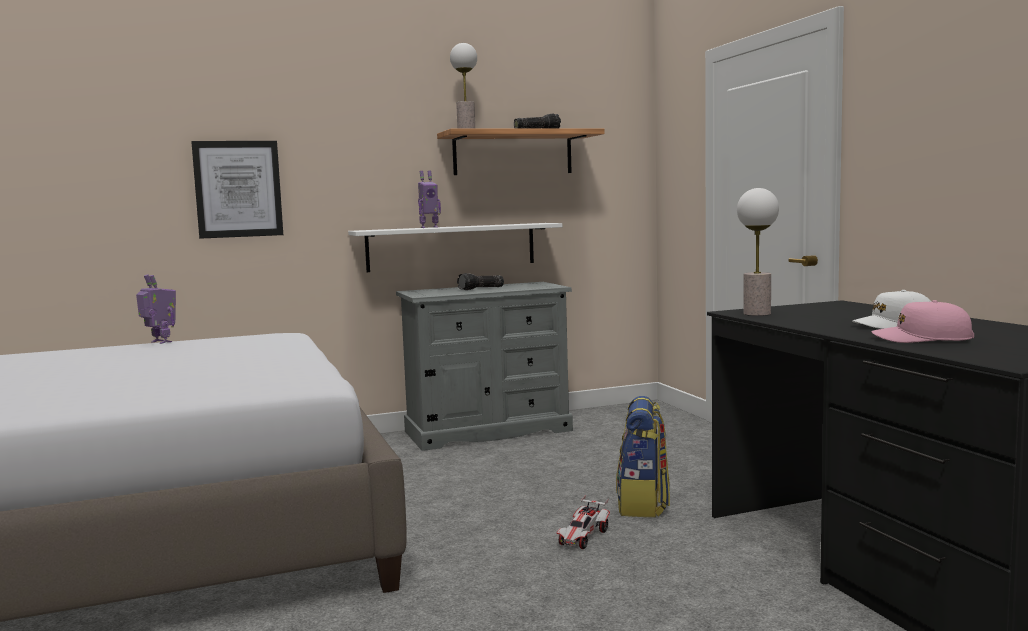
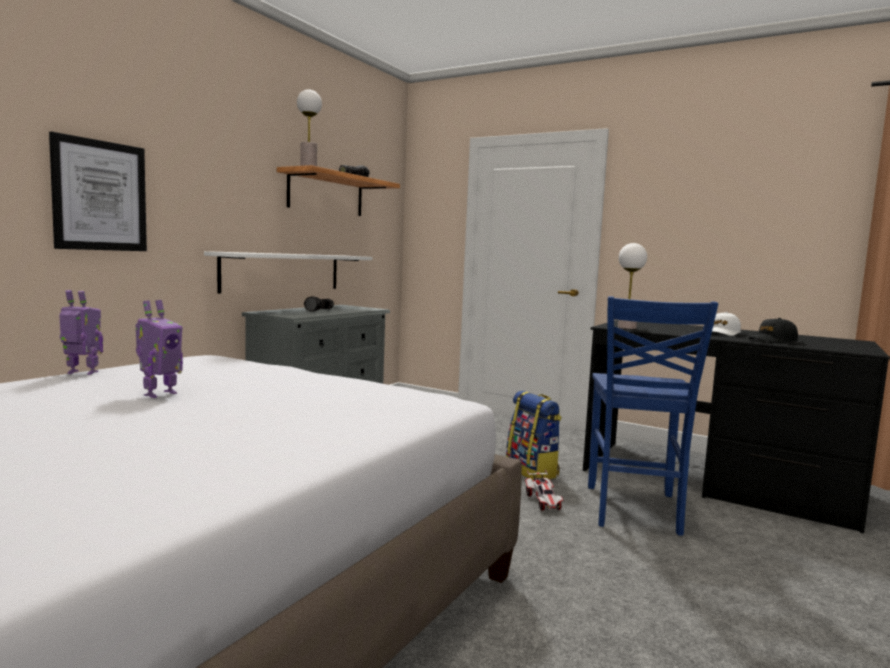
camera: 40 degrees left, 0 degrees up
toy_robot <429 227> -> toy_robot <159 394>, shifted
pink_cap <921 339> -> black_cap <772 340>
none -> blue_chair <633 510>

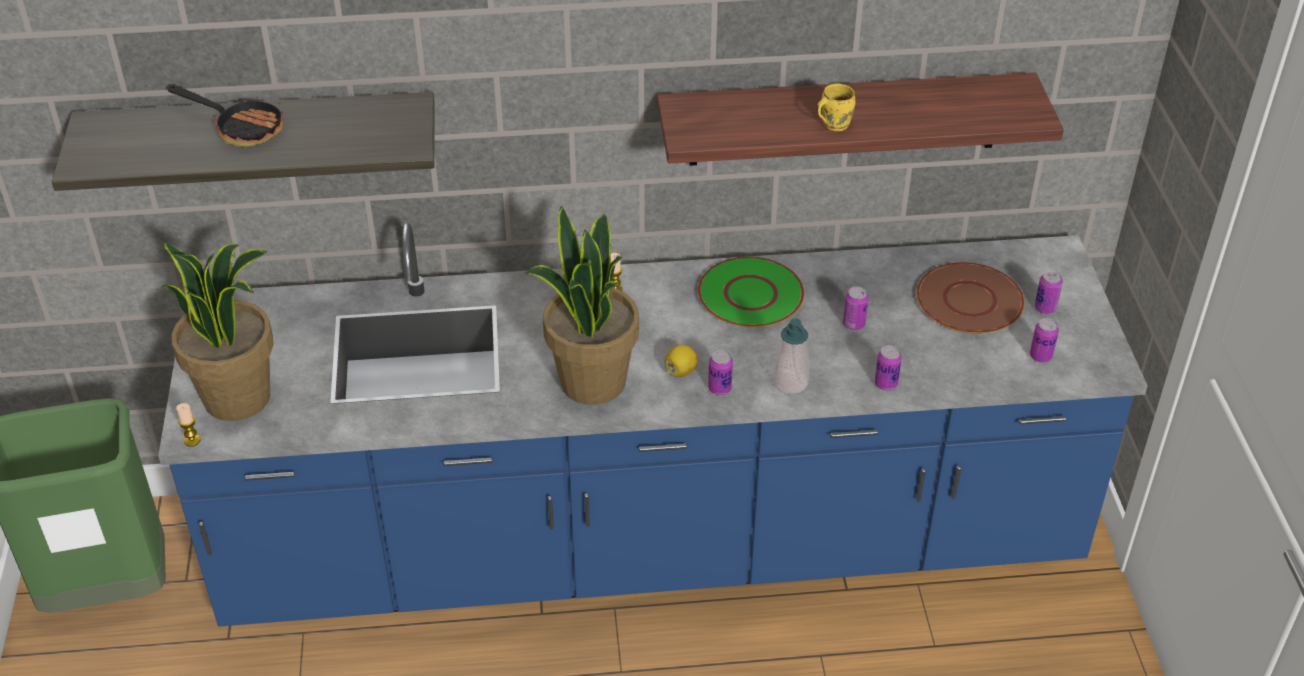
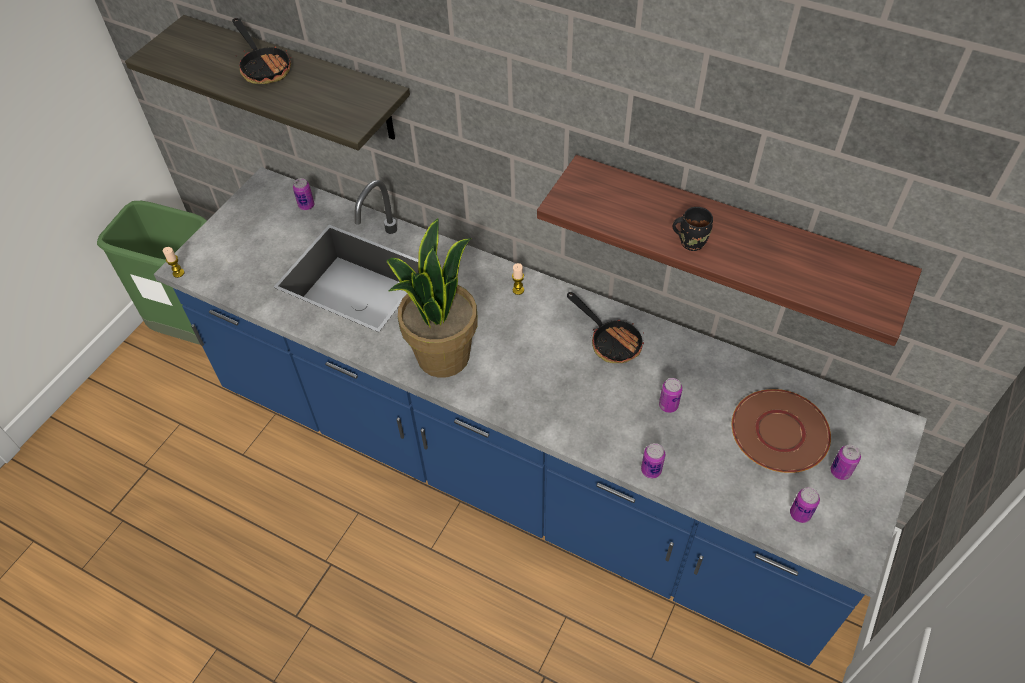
camera: 35 degrees right, 10 degrees up
potted_plant <238 397> -> none
lemon <681 371> -> none
green_plate <750 294> -> frying_pan <610 340>
can <719 388> -> can <306 205>, shifted
soap_dispenser <790 383> -> none
yellow_mug <833 124> -> black_mug <690 241>

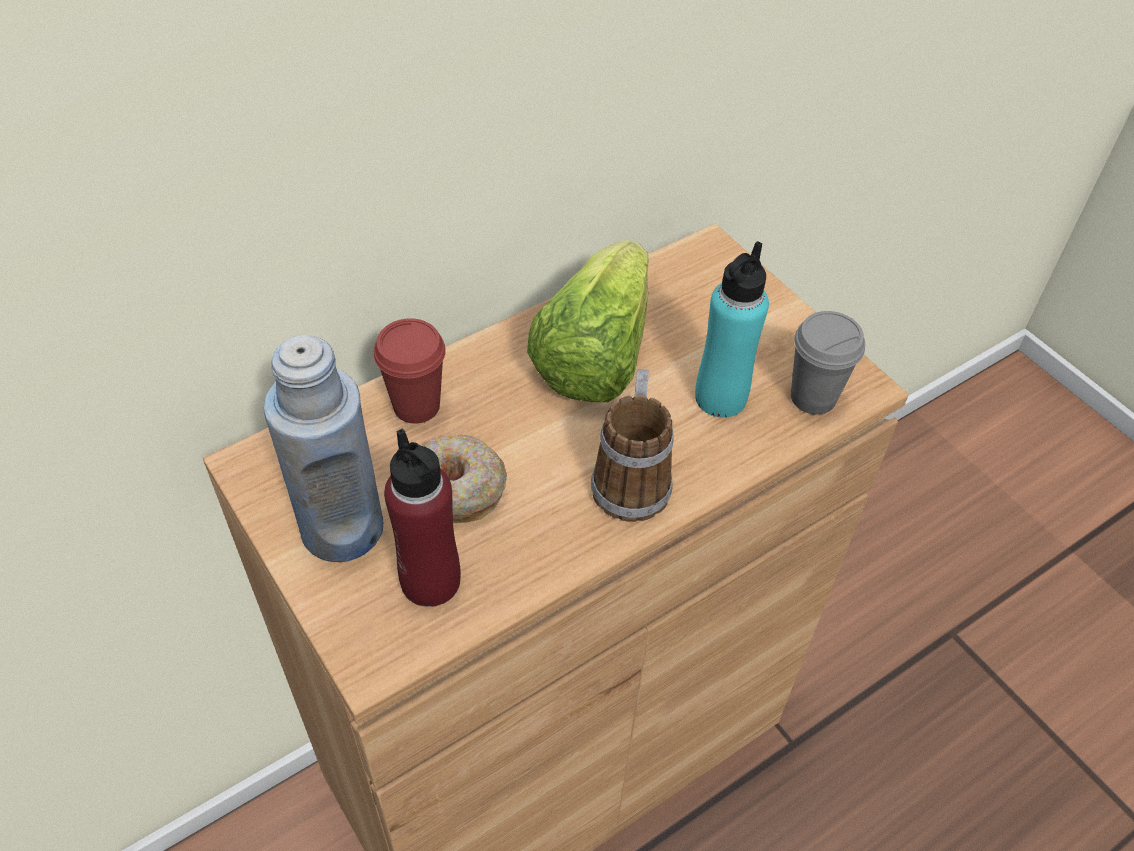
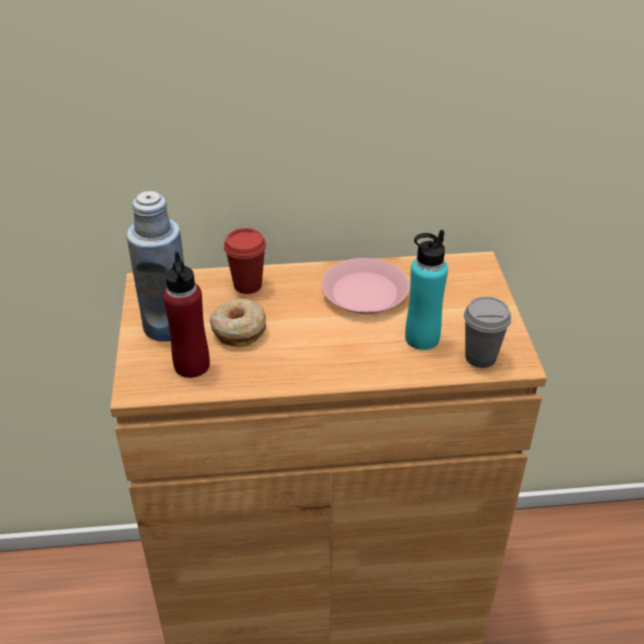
camera: 30 degrees right, 10 degrees down
lettuce <594 355> -> pink_plate <364 293>
mug <632 476> -> none

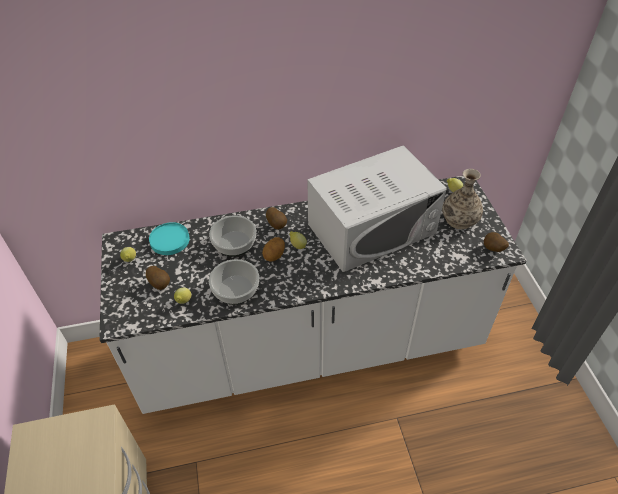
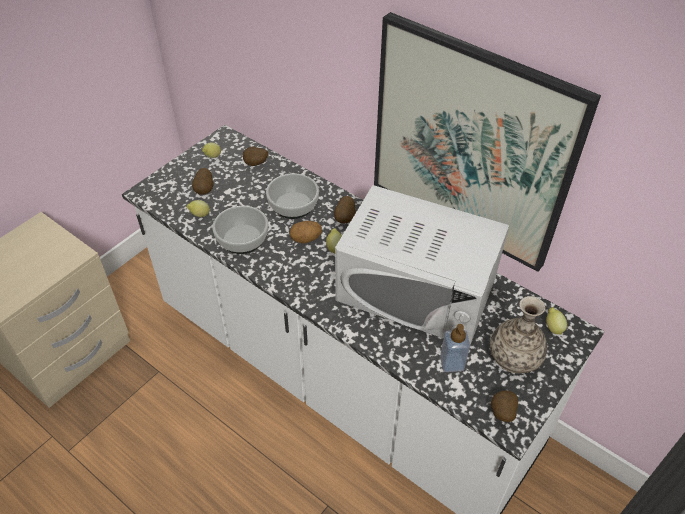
camera: 50 degrees right, 0 degrees up
turquoise_plate <169 240> -> potato <255 164>
none -> picture <470 145>
none -> soap_dispenser <452 363>

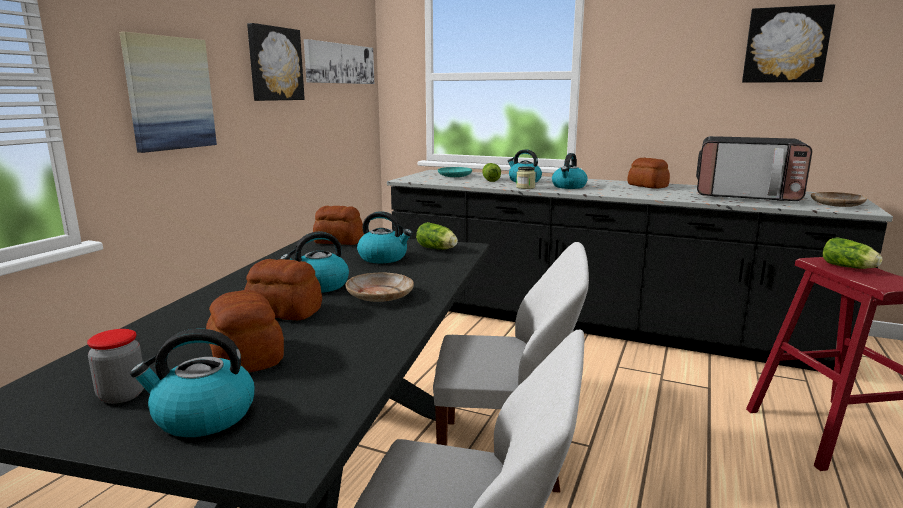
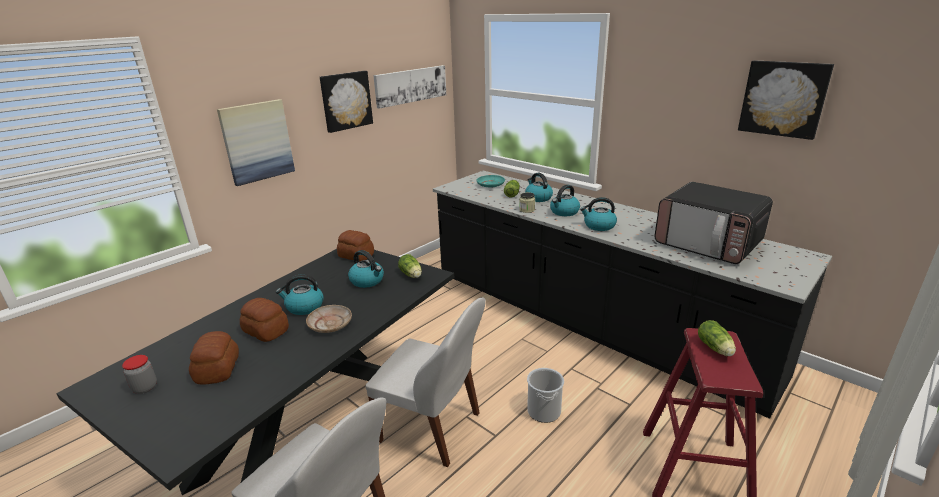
camera: 20 degrees right, 10 degrees up
kettle <203 416> -> kettle <599 226>, shifted
bread <647 186> -> none
beige_plate <837 205> -> none
none -> bucket <544 411>

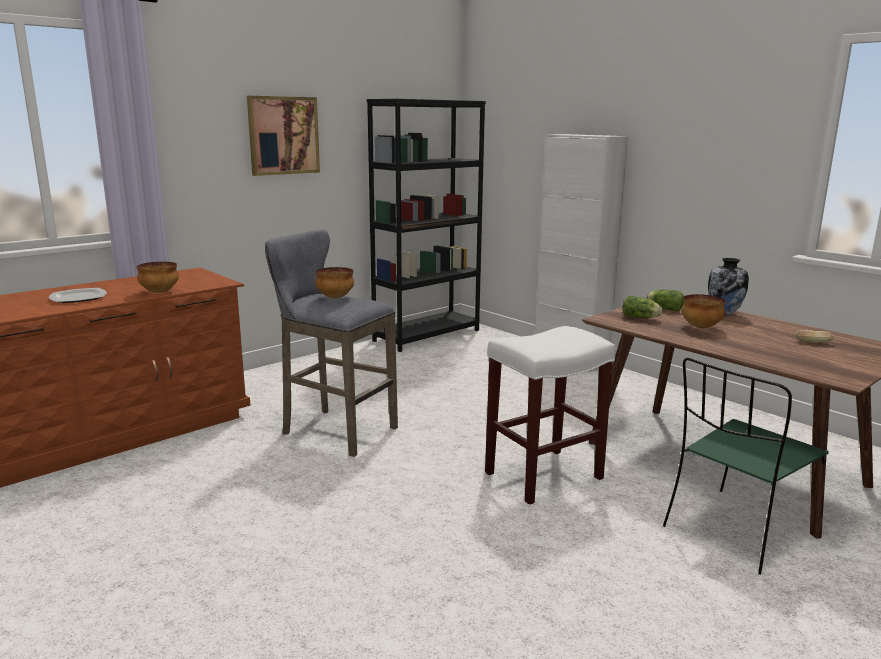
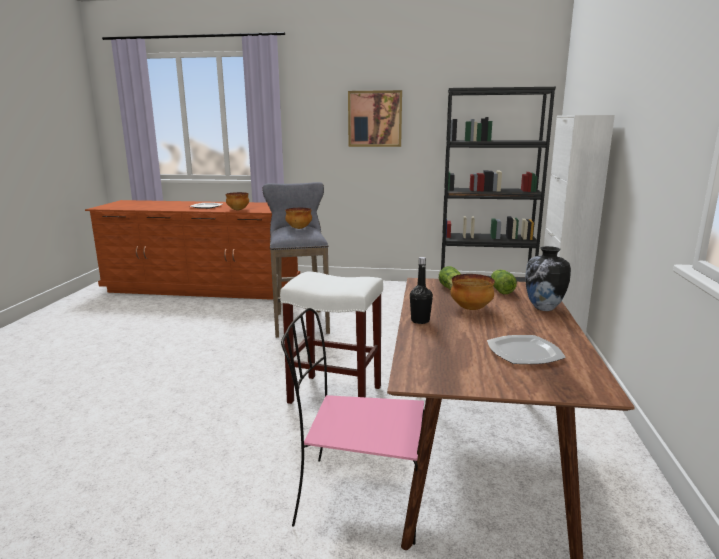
camera: 50 degrees right, 0 degrees up
green_chair <736 531> -> pink_chair <357 498>
bread <813 342> -> plate <525 352>
none -> black_bottle <420 321>

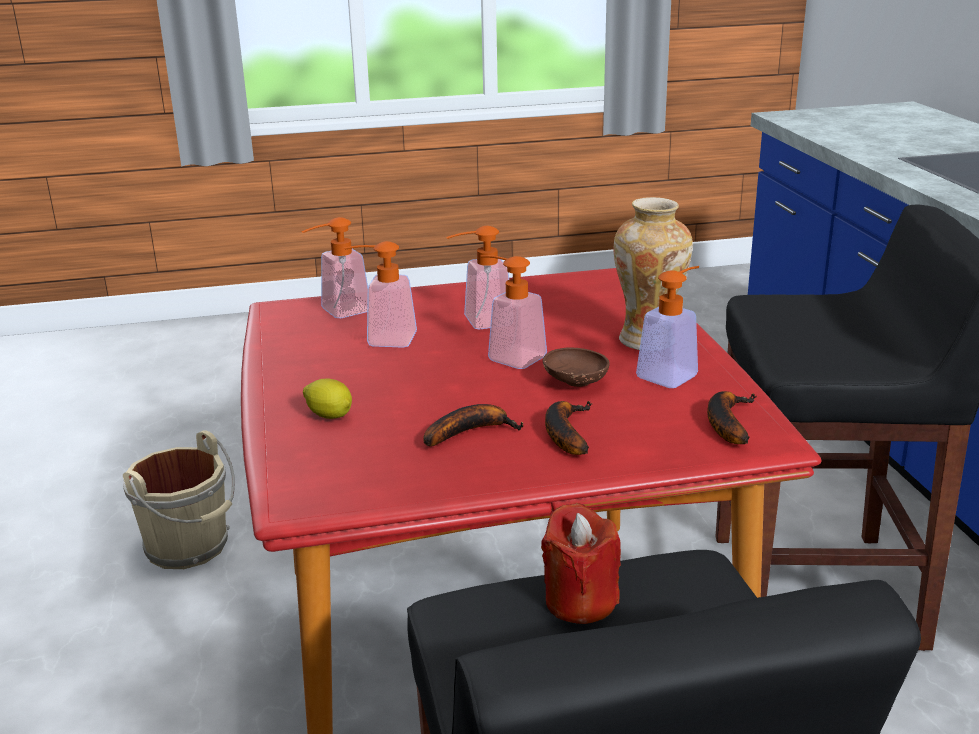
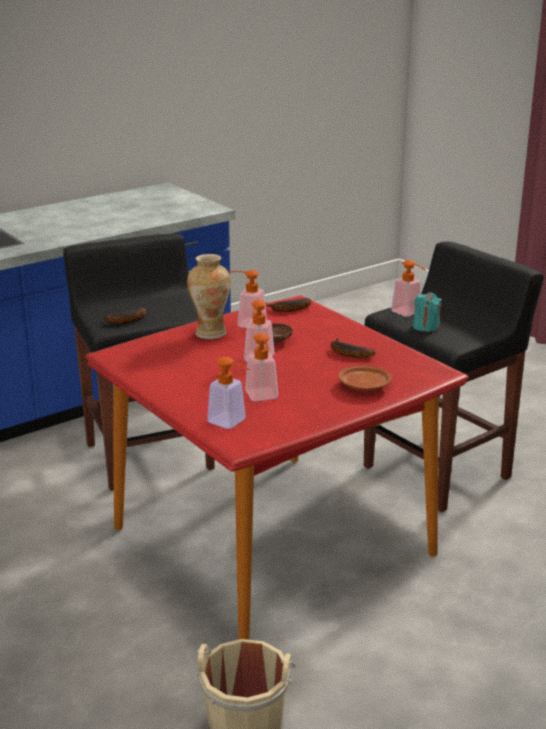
camera: 115 degrees left, 0 degrees up
lemon <330 416> -> brown_plate <365 386>
soap_dispenser <479 322> -> soap_dispenser <410 313>, shifted
red_candle <580 601> -> turquoise_candle <425 327>
banana <564 432> -> banana <124 321>, shifted

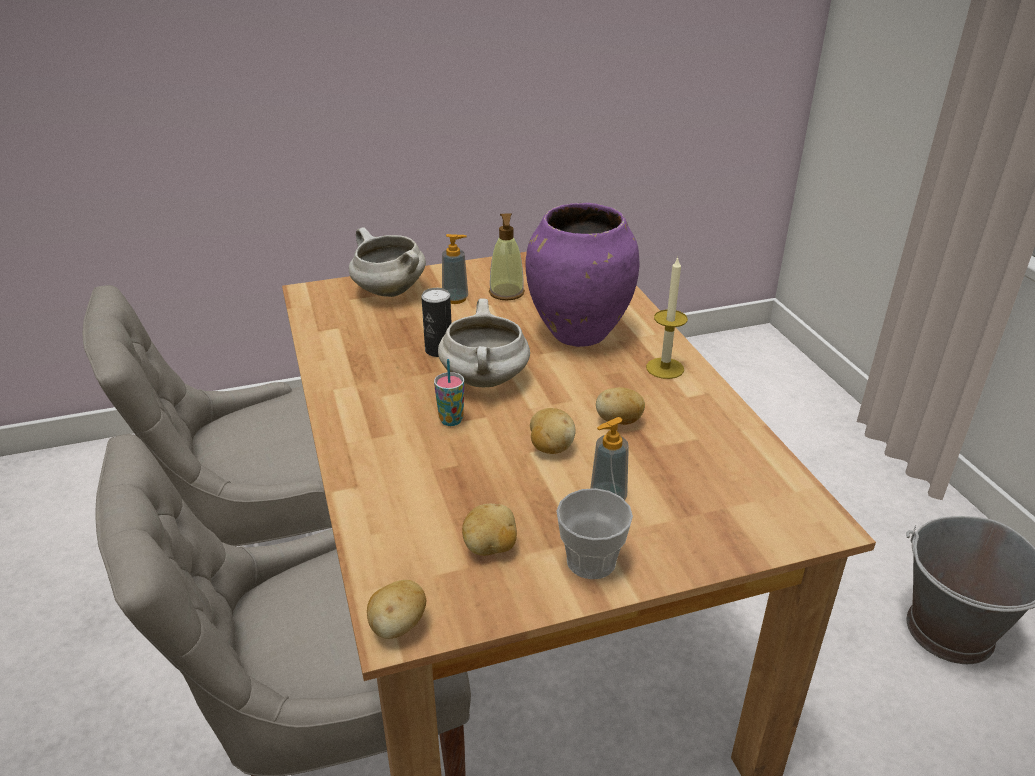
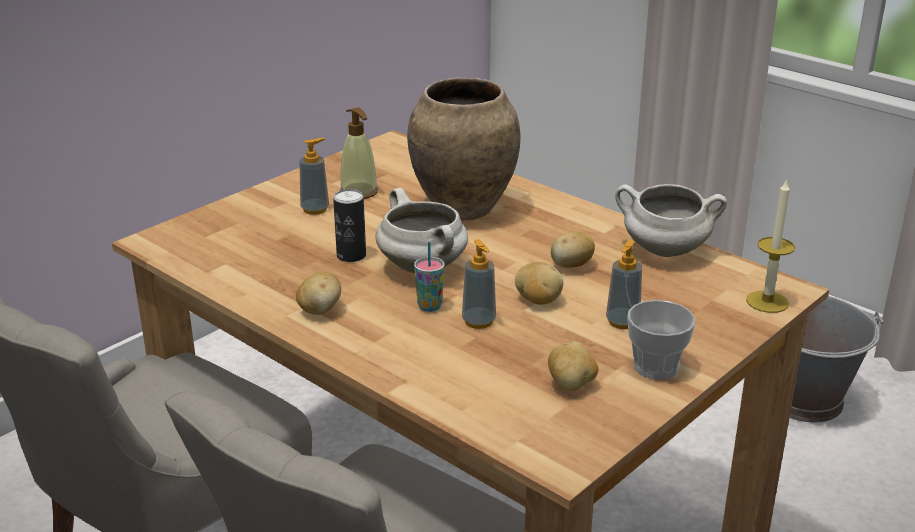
camera: 30 degrees left, 5 degrees down
white_cooking_pot <388 291> -> white_cooking_pot <664 251>, shifted
potato <398 626> -> potato <320 310>, shifted
purple_vase <578 334> -> brown_vase <463 209>
candle <665 368> -> candle <767 302>, shifted
none -> soap_dispenser <479 321>

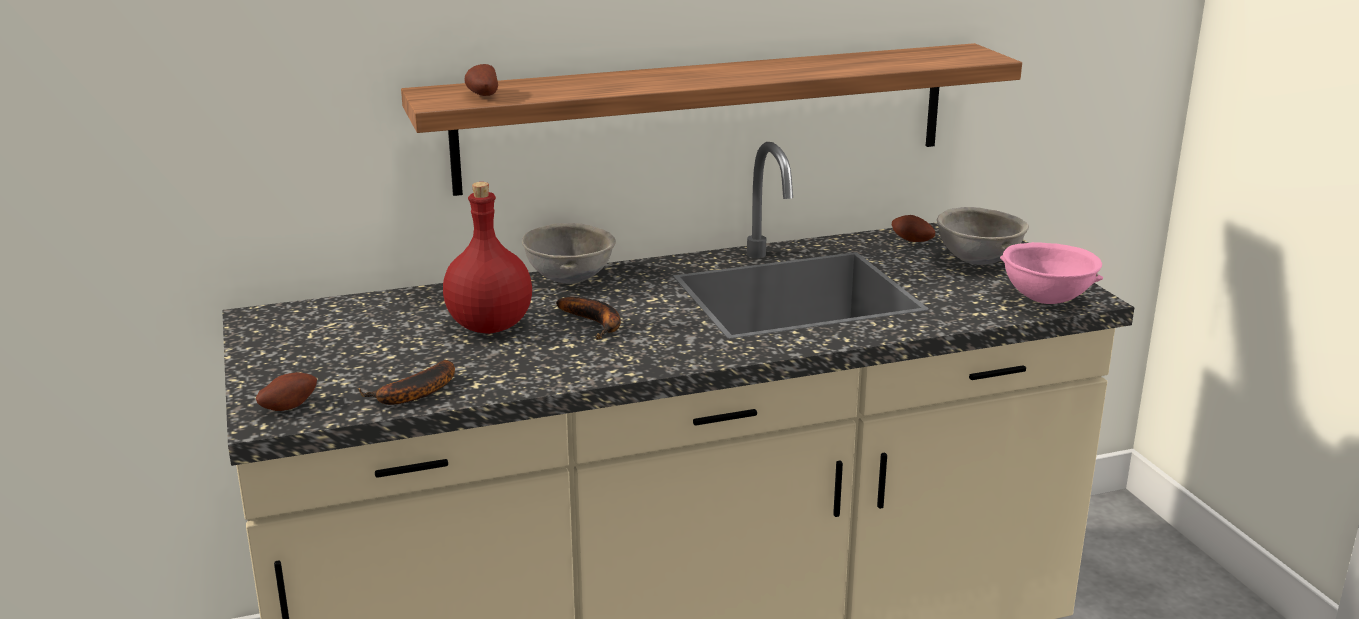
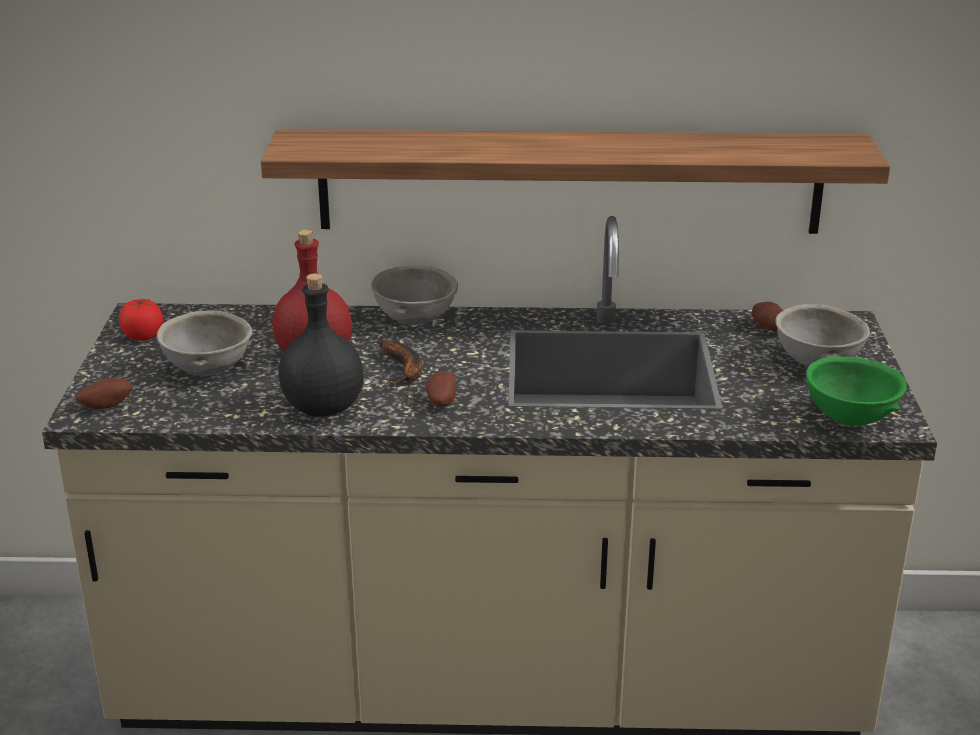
camera: 20 degrees right, 5 degrees up
banana <413 394> -> none
potato <482 95> -> potato <440 401>, shifted
pink_bowl <1046 300> -> green_bowl <850 418>
none -> tomato <143 336>
none -> grey_bowl <209 370>
none -> black_bottle <323 407>

